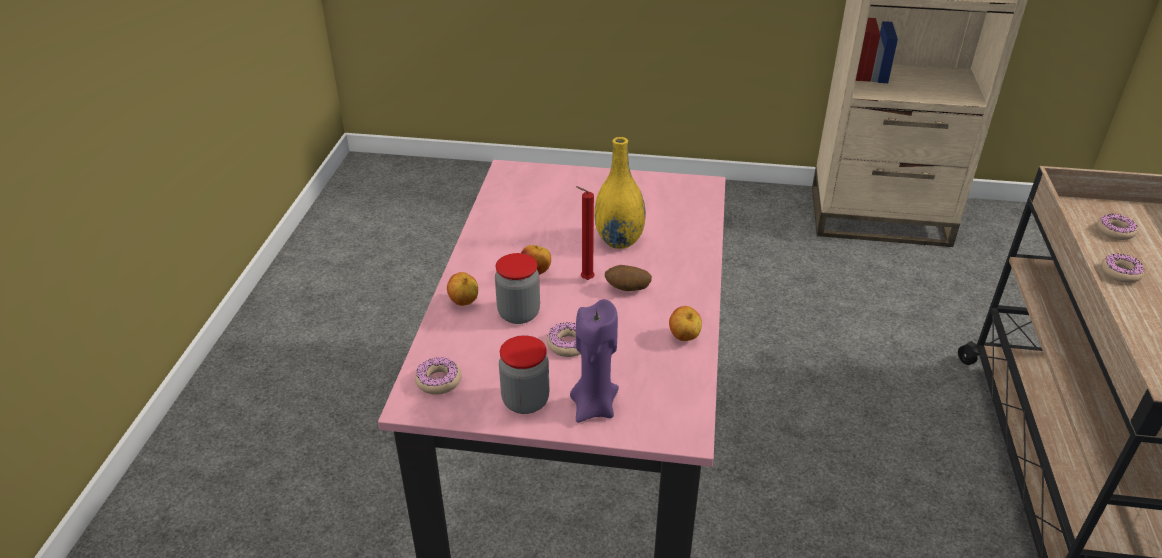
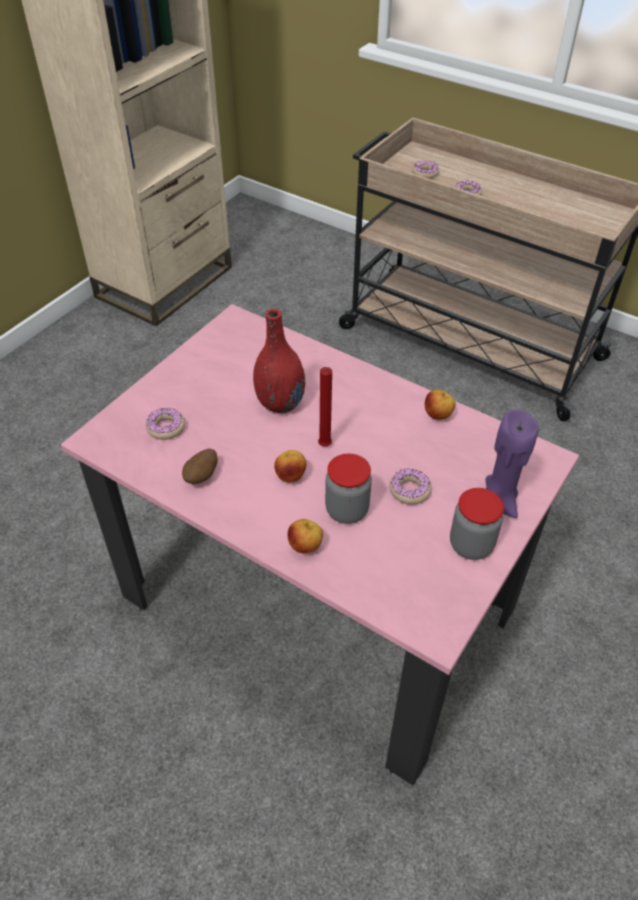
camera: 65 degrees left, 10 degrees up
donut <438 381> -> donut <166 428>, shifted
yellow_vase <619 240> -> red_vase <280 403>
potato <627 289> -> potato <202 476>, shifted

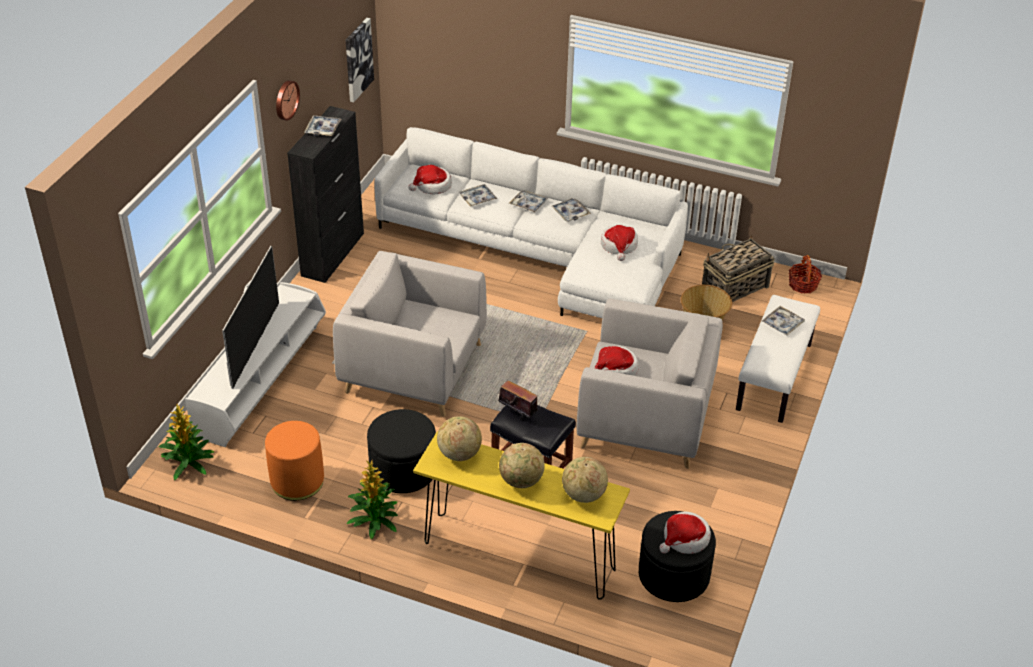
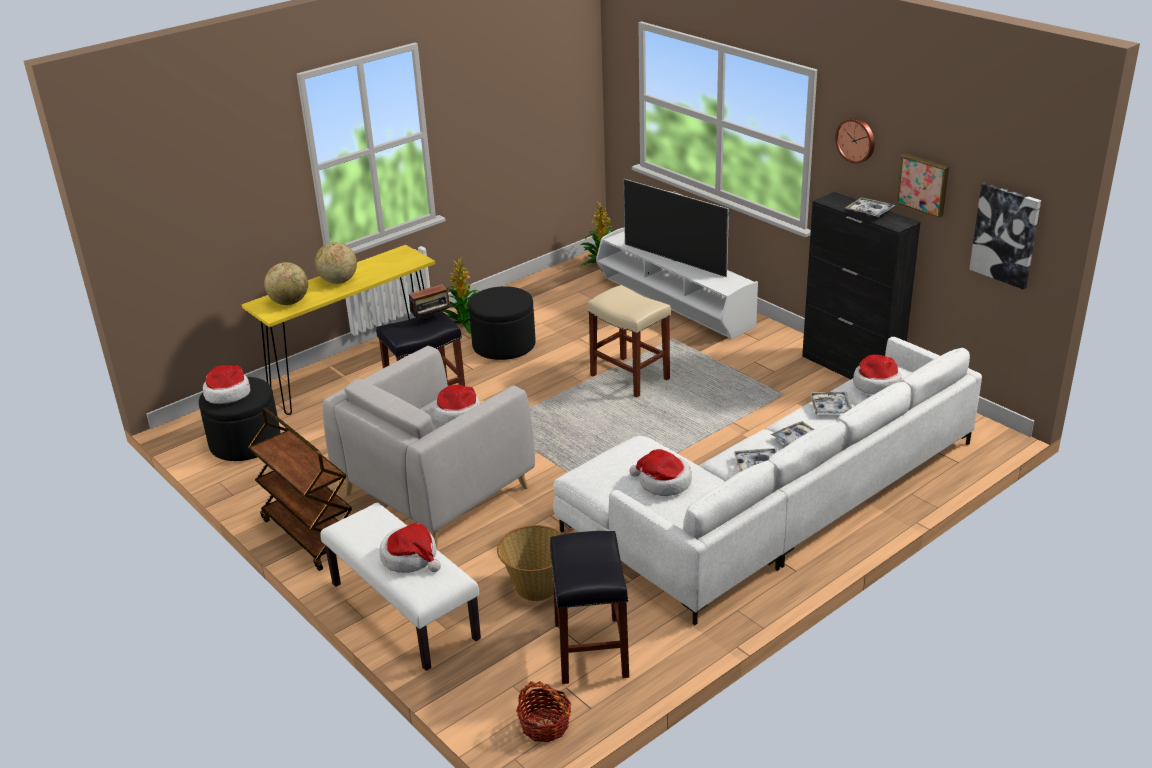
camera: 120 degrees right, 10 degrees down
orange_ottoman <297 481> -> none
grey_armchair <413 368> -> beige_stool <631 377>
globe <459 454> -> none
basket <734 287> -> black_stool <590 649>
tray <782 324> -> hat <410 558>
none -> brown_cart <309 534>
none -> picture <924 184>

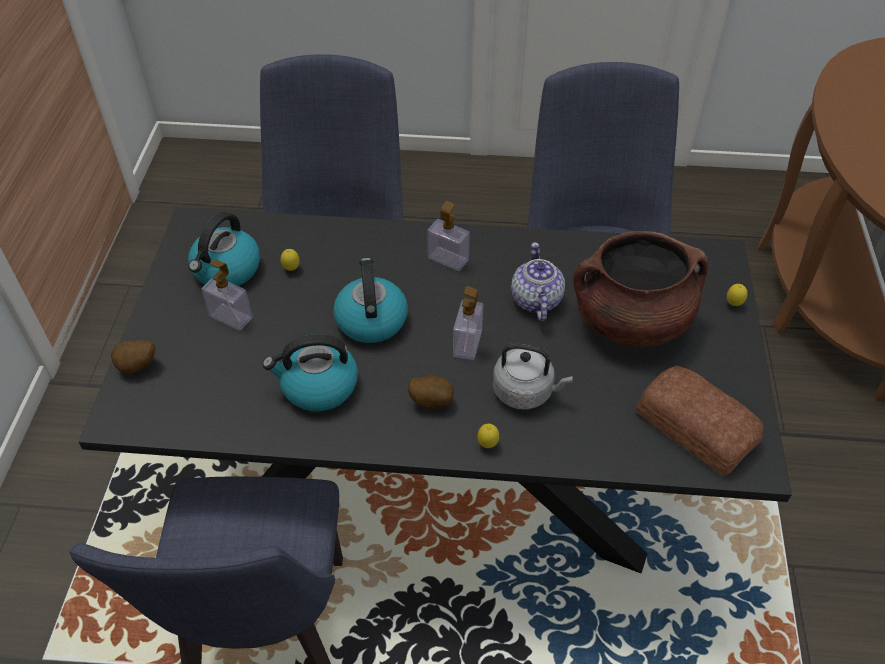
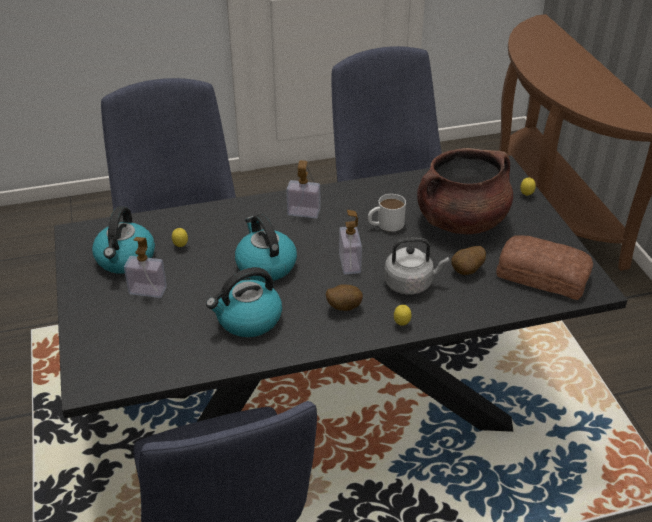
camera: 20 degrees left, 10 degrees down
potato <138 367> -> potato <467 271>, shifted
teapot <535 300> -> white_mug <385 224>

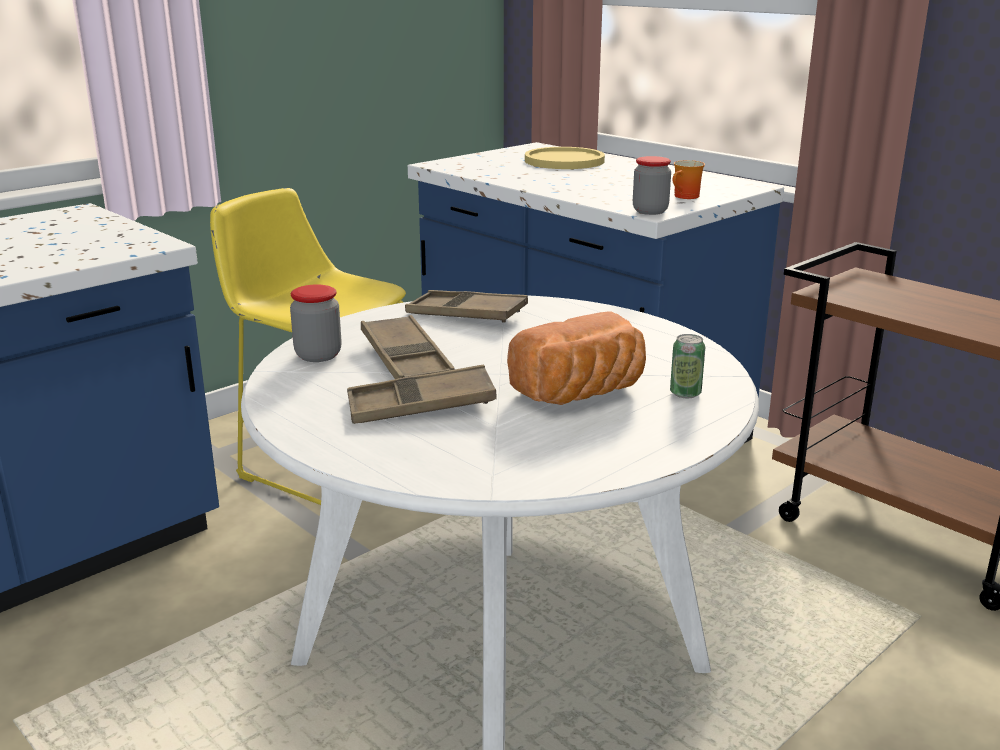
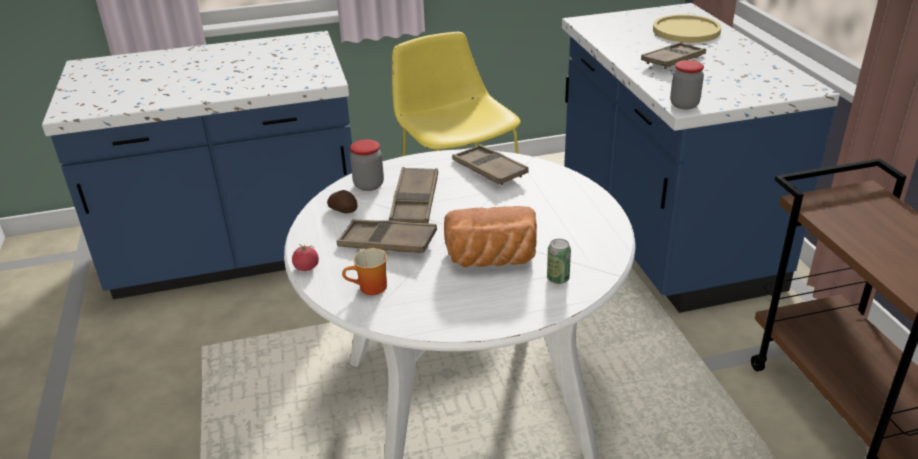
camera: 30 degrees right, 10 degrees up
mug <686 197> -> mug <370 289>, shifted
none -> tomato <306 267>
none -> potato <343 209>
none -> brown_tray <673 60>

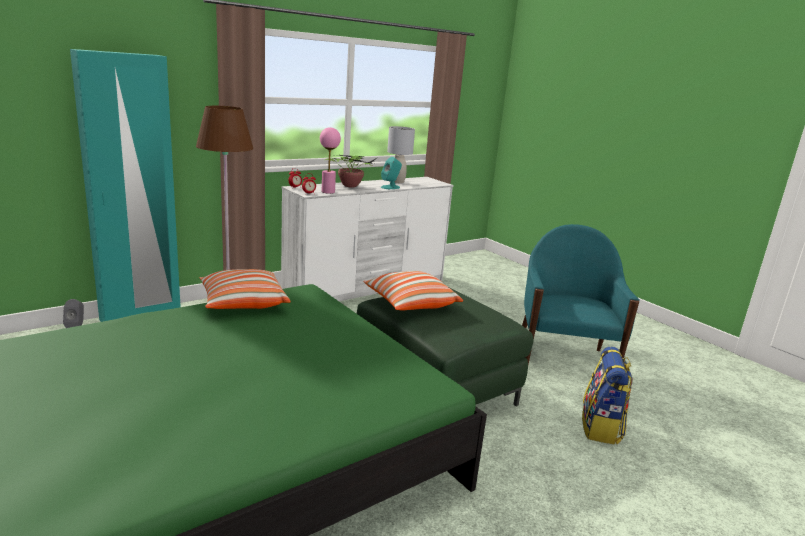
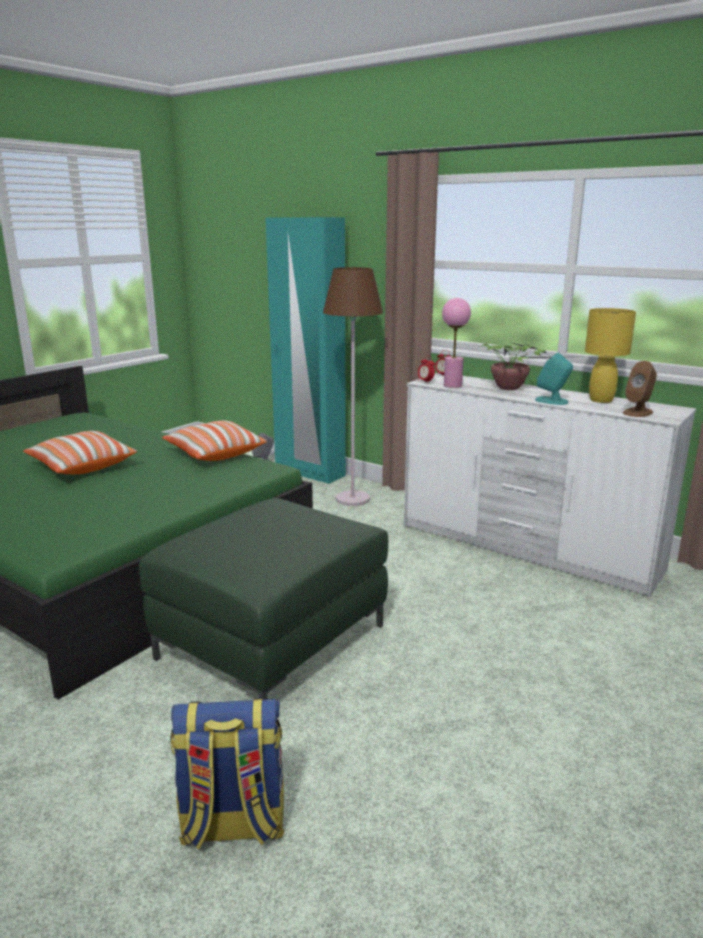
camera: 75 degrees right, 0 degrees up
pillow <410 304> -> pillow <81 466>, shifted
grey_table_lamp <398 181> -> yellow_table_lamp <601 400>
turquoise_armchair <563 361> -> none
none -> brown_speaker <638 412>

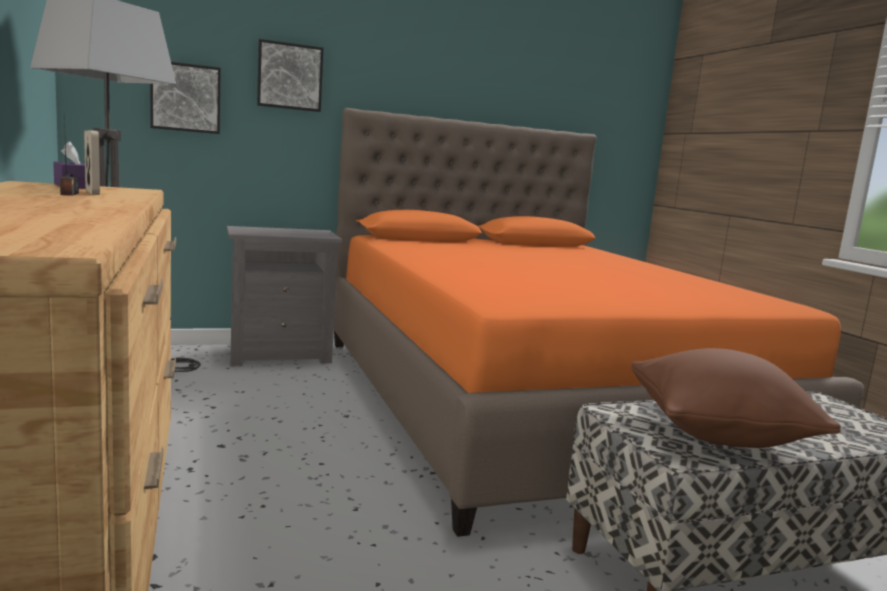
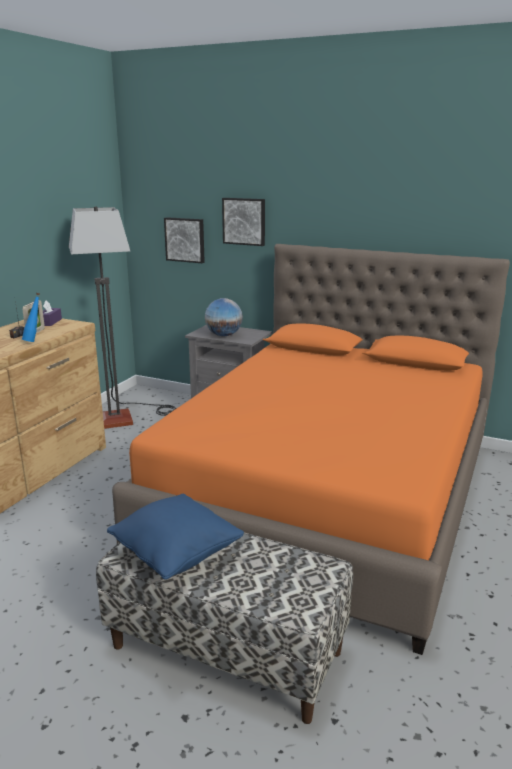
camera: 45 degrees right, 10 degrees up
brown_pillow <717 434> -> blue_pillow <176 555>
none -> blue_bottle <34 341>
none -> globe <223 335>

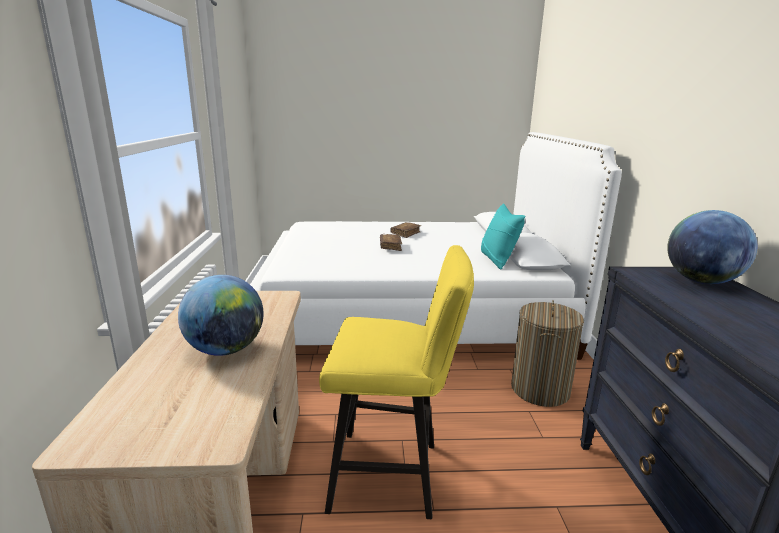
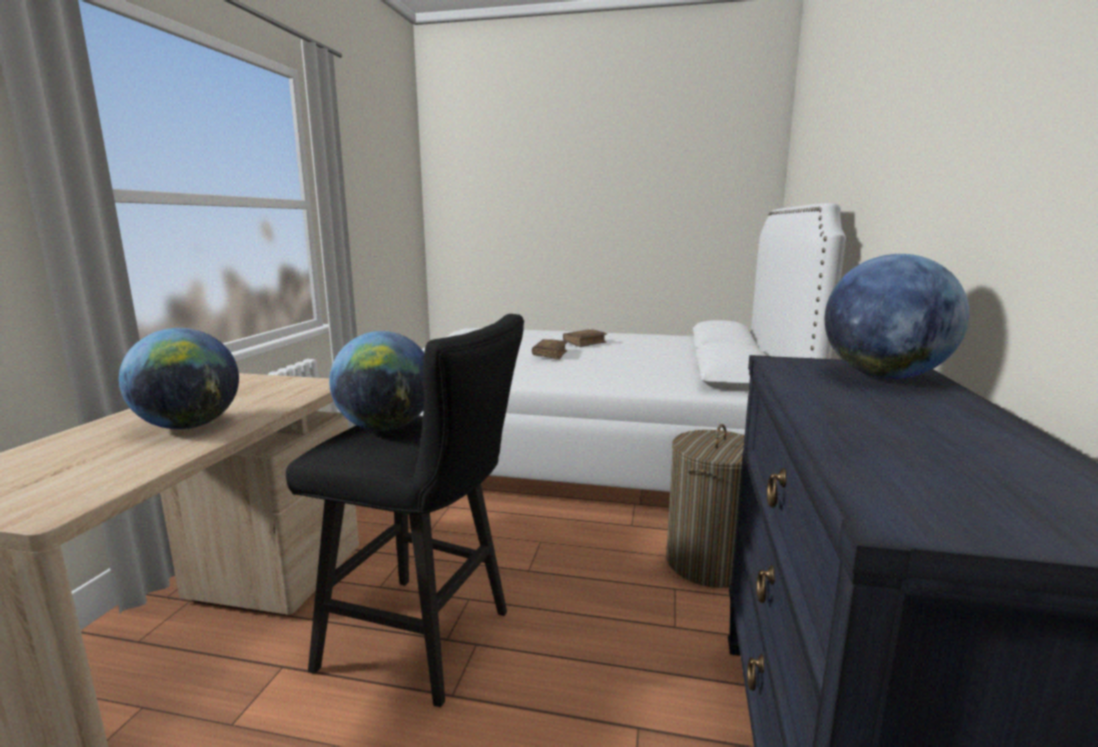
camera: 15 degrees right, 5 degrees down
yellow_stool <394 475> -> black_stool <428 641>
turquoise_pillow <498 260> -> none
none -> globe <386 428>

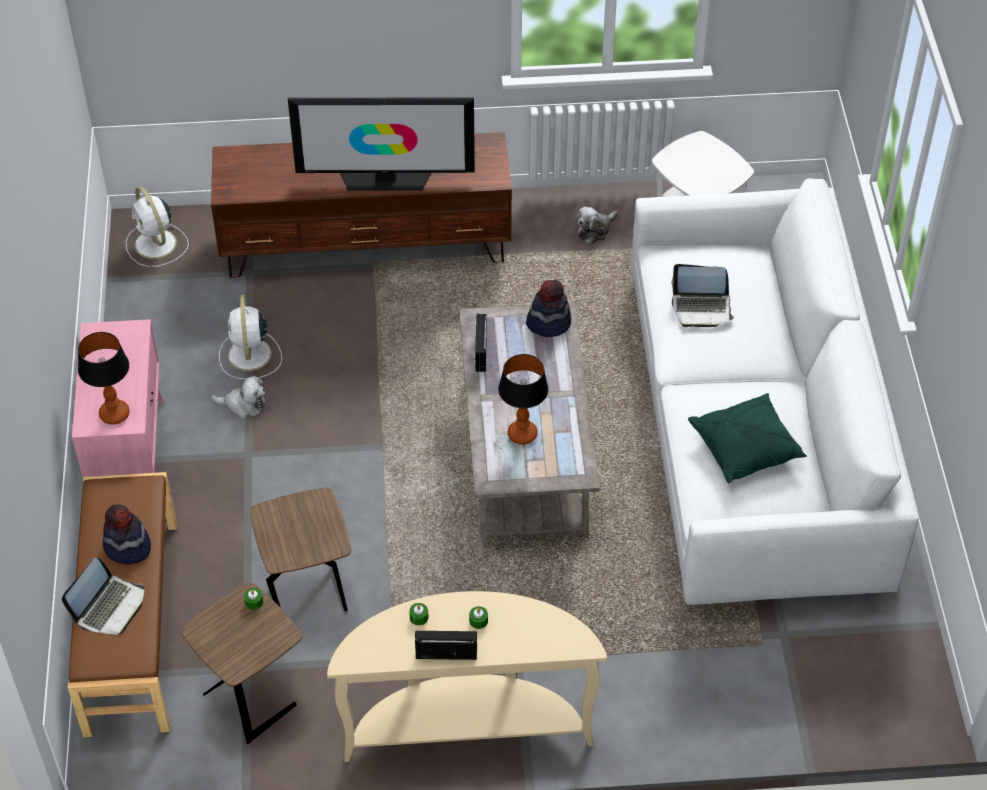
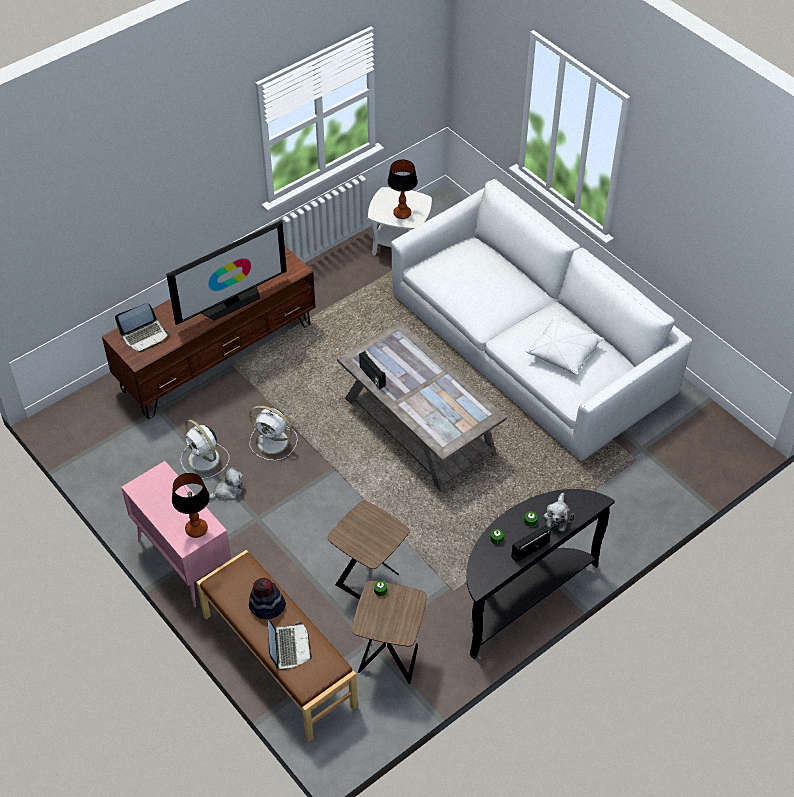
camera: 35 degrees left, 0 degrees up
white_fan <156 245> -> white_fan <274 442>, shifted
beige_console_table <467 724> -> black_console_table <521 596>
table_lamp <523 434> -> table_lamp <402 213>, shifted
hat <548 322> -> none
plush_toy <595 230> -> plush_toy <558 517>, shifted
laptop <701 308> -> laptop <145 335>, shifted
green_pillow <745 447> -> white_pillow <564 352>

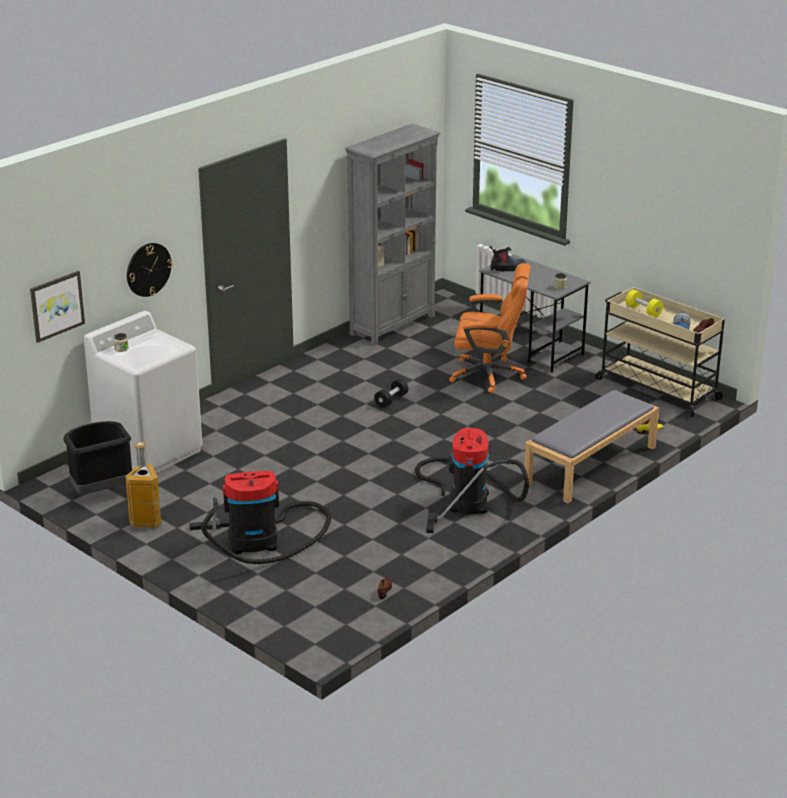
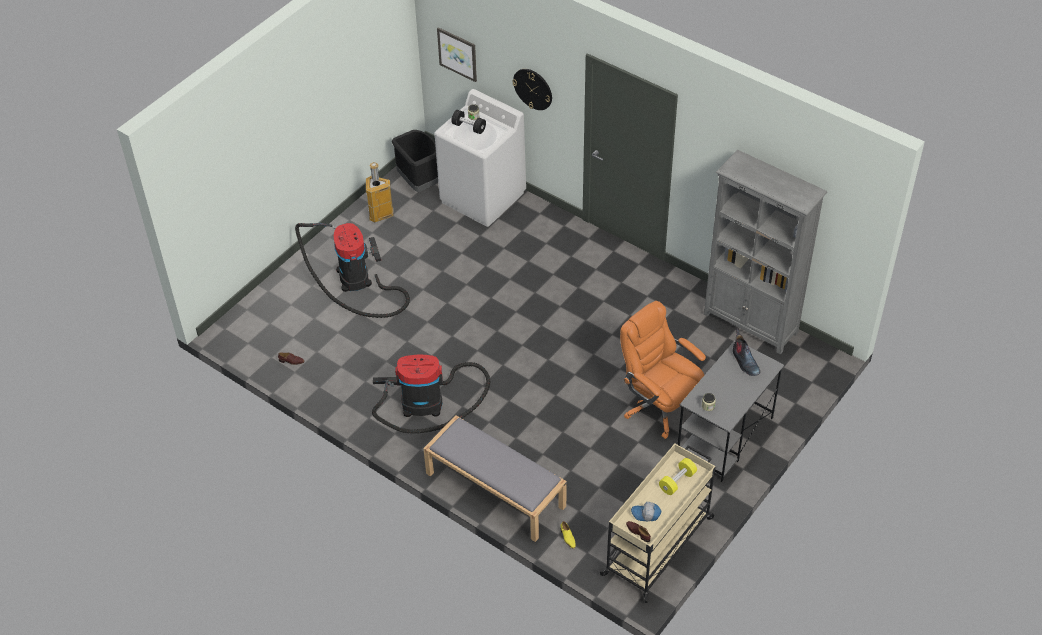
camera: 85 degrees right, 20 degrees up
black_dumbbell <391 400> -> black_dumbbell <469 127>, shifted
orange_office_chair <489 375> -> orange_office_chair <659 405>, 135 degrees clockwise

